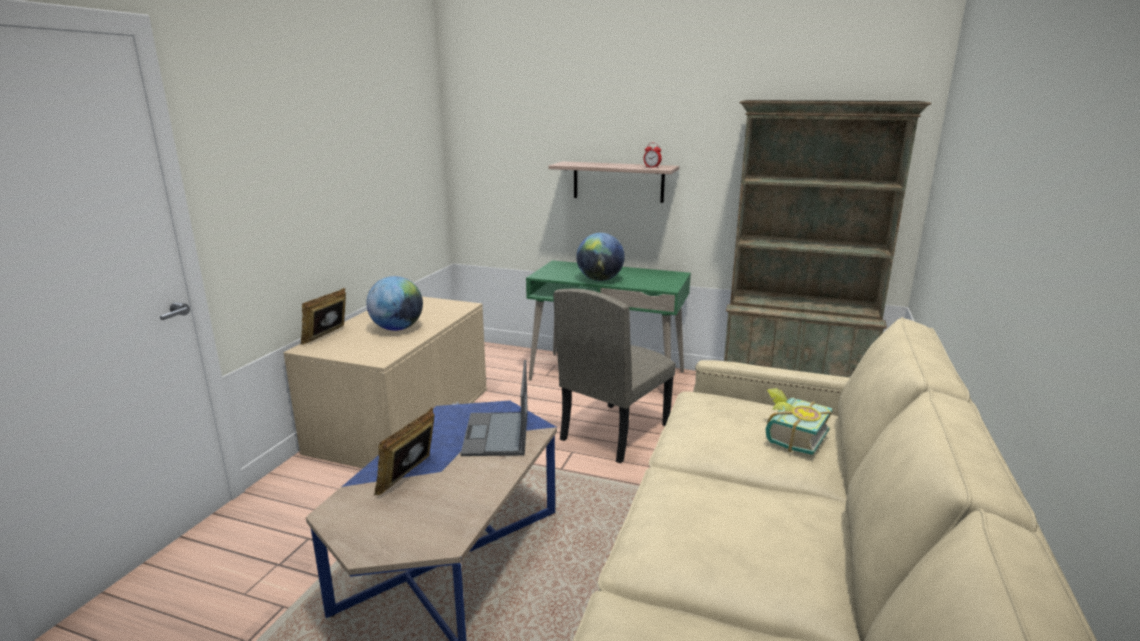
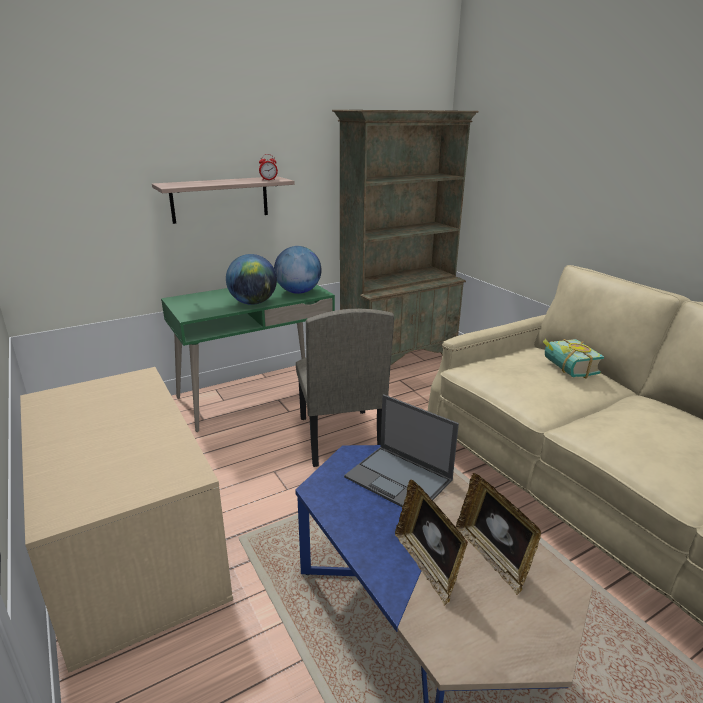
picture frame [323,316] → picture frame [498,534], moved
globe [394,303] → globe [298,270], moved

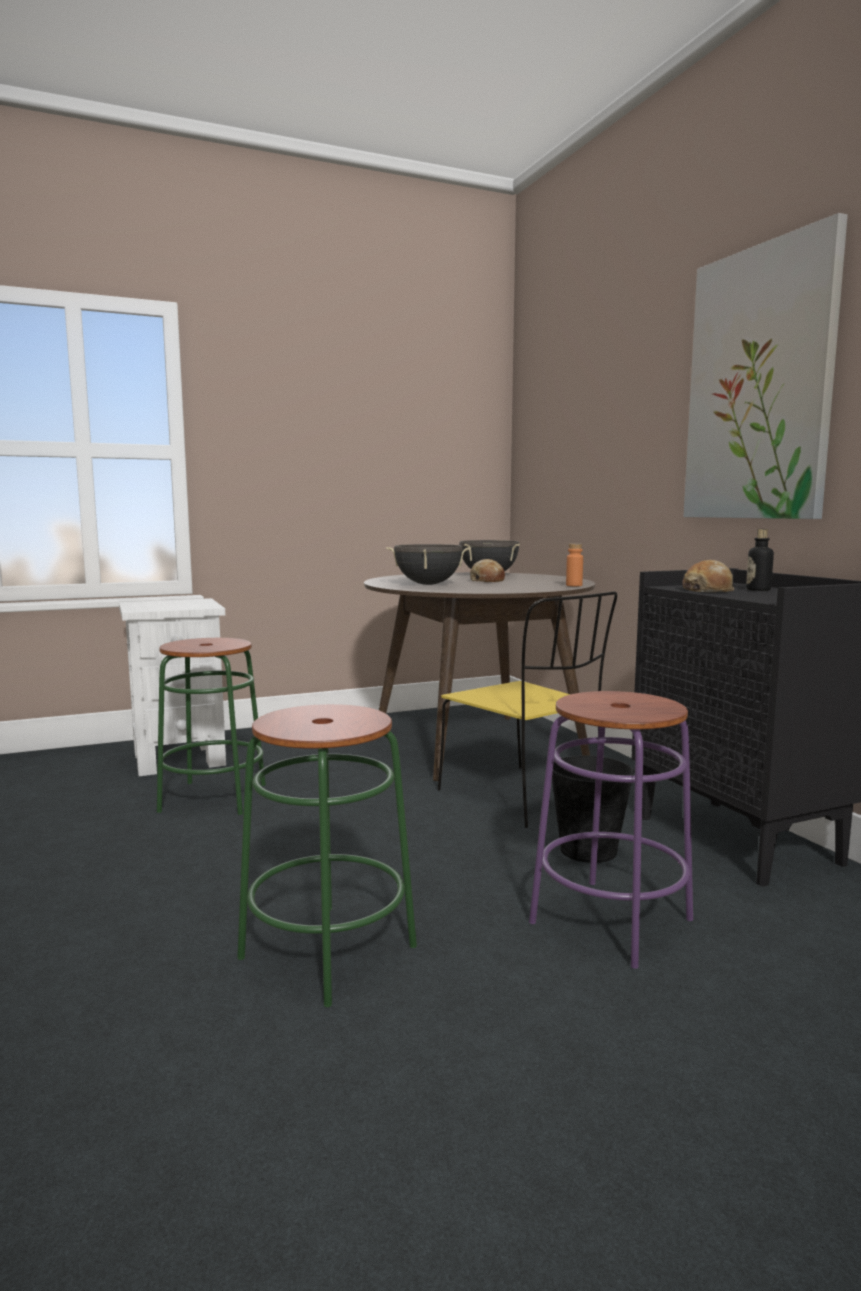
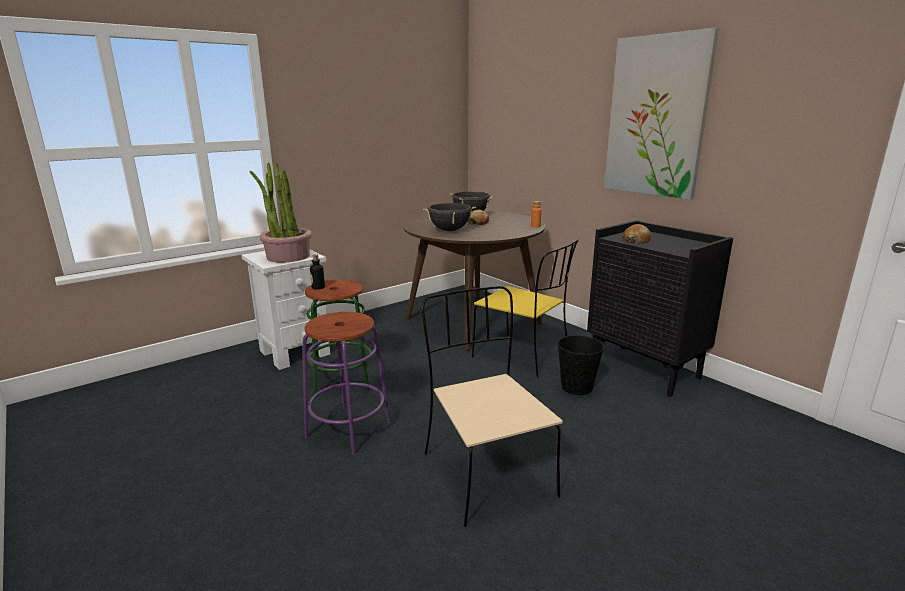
- → potted plant [281,212]
purple stool [611,830] → purple stool [347,383], moved
bottle [760,560] → bottle [317,272], moved
green stool [327,855] → beige chair [492,406]

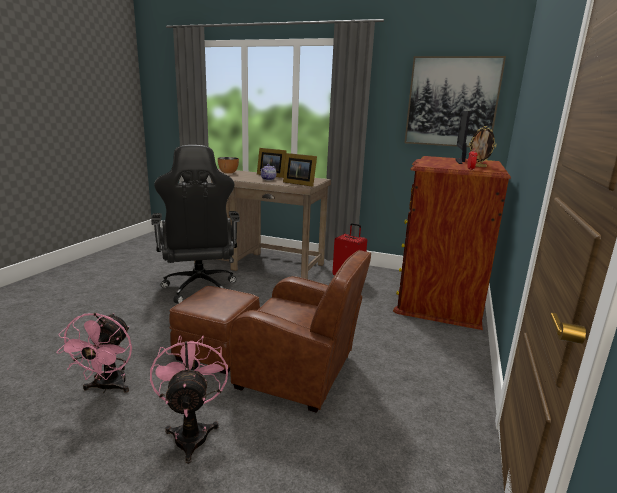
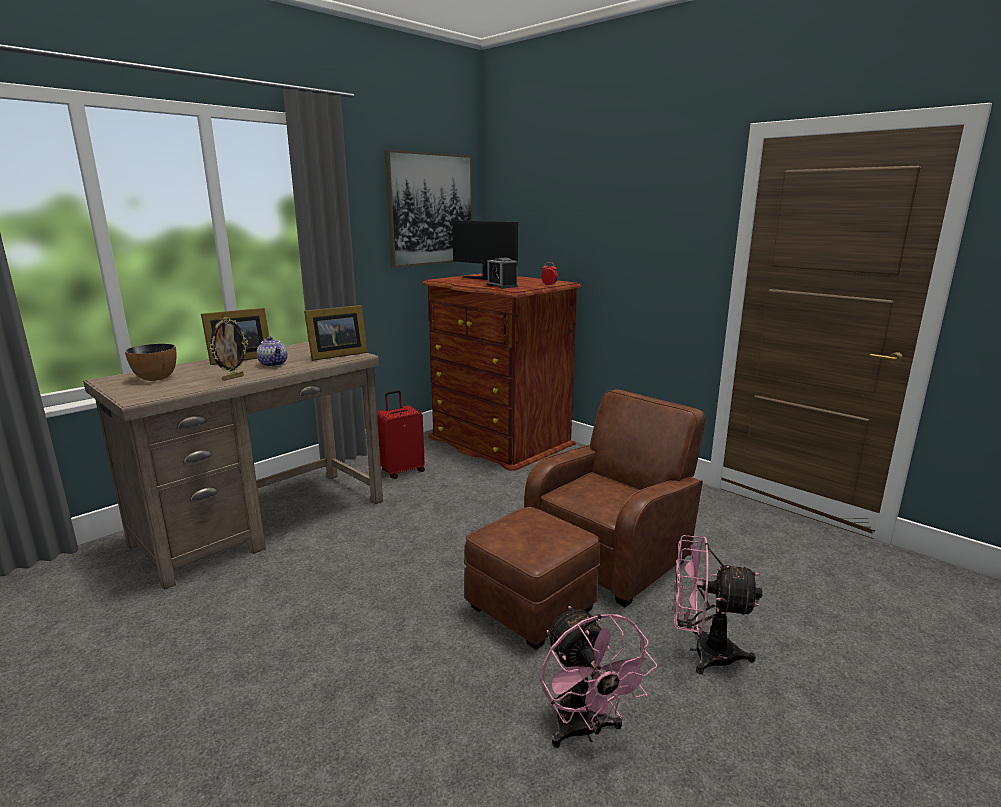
black office chair [195,224] → -
- → alarm clock [502,273]
picture frame [482,146] → picture frame [229,349], moved
pink fan [94,353] → pink fan [599,677], 45 degrees clockwise

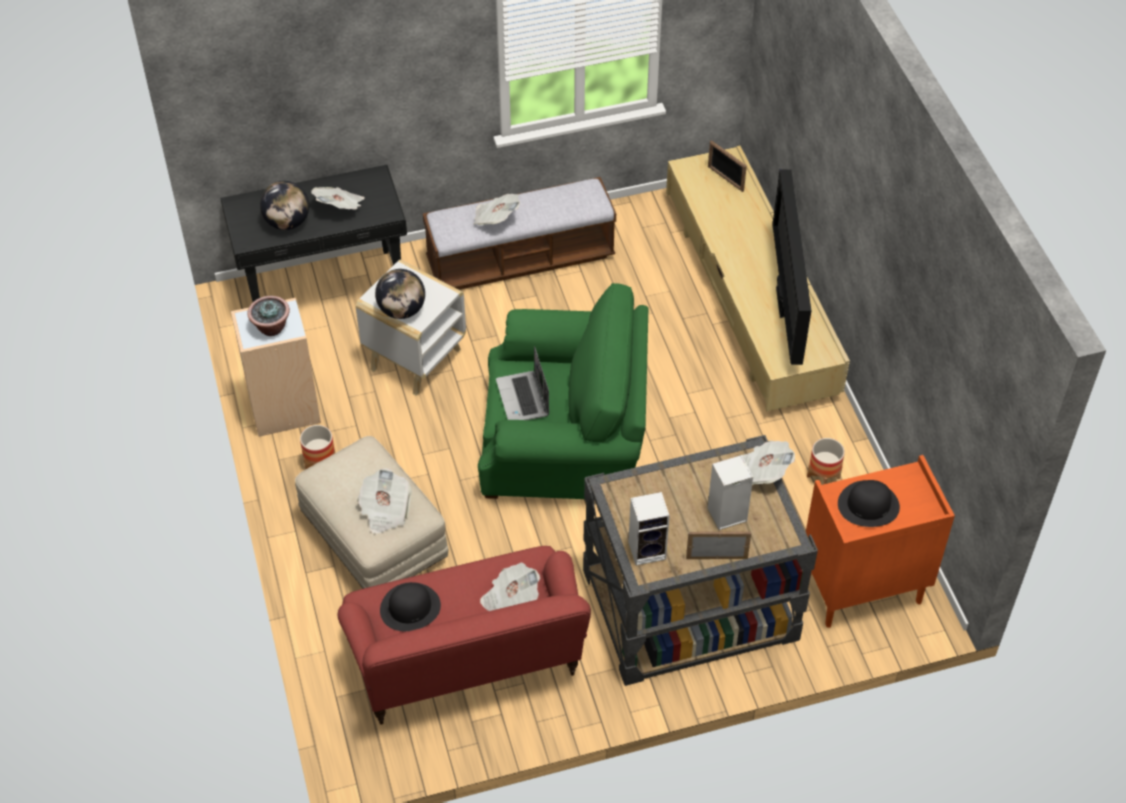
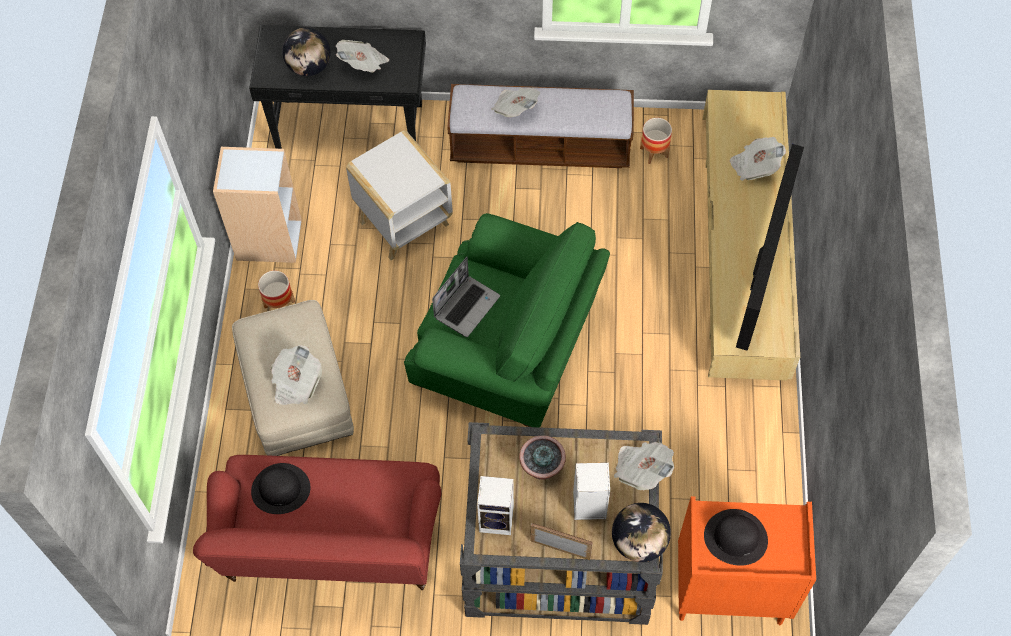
picture frame [727,166] → -
potted plant [268,316] → potted plant [542,458], moved
globe [400,294] → globe [641,532], moved
newspaper [510,587] → newspaper [758,159], moved
planter [826,461] → planter [656,141], moved
laptop [522,383] → laptop [466,297], 150 degrees counterclockwise

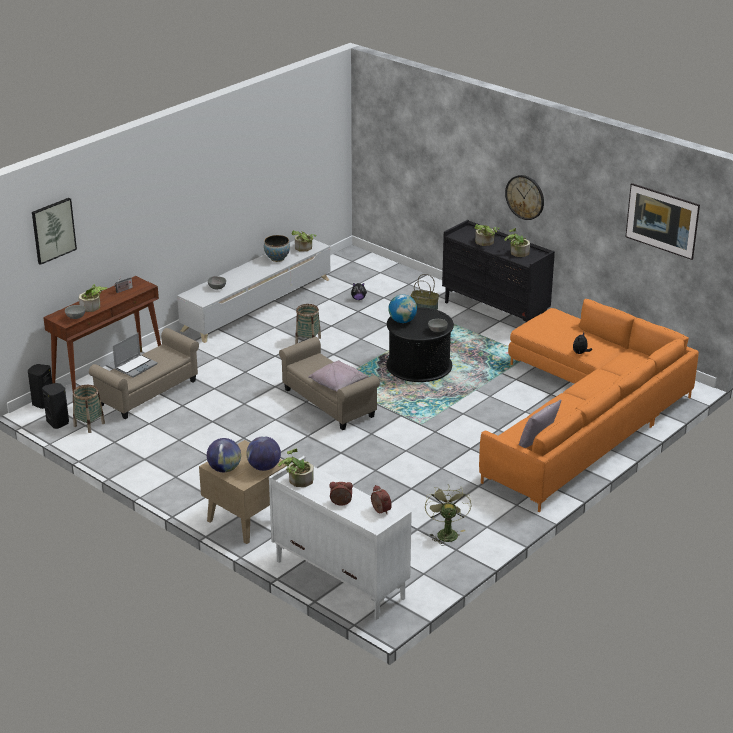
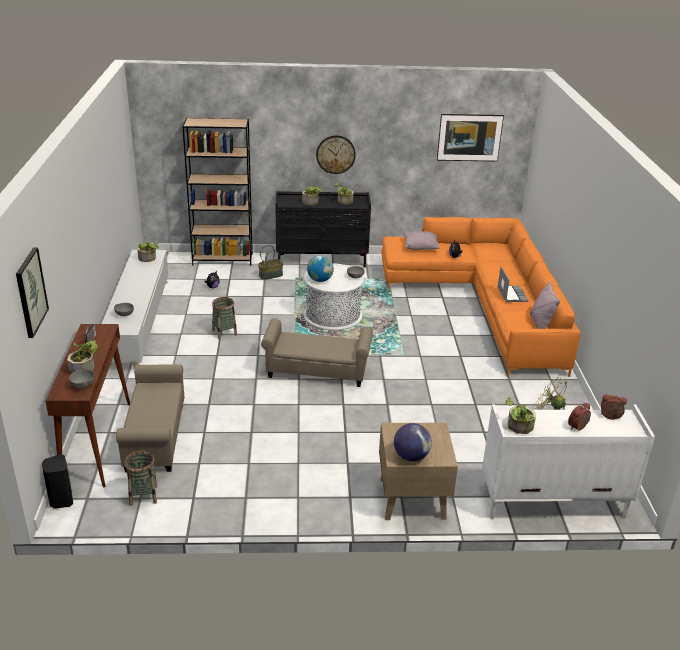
black speaker [55,406] → -
globe [263,453] → -
bowl [277,248] → -
- → beige bookcase [217,192]
laptop [135,355] → laptop [512,284], moved
purple pillow [338,376] → purple pillow [421,240], moved
black coffee table [420,344] → white coffee table [333,297]

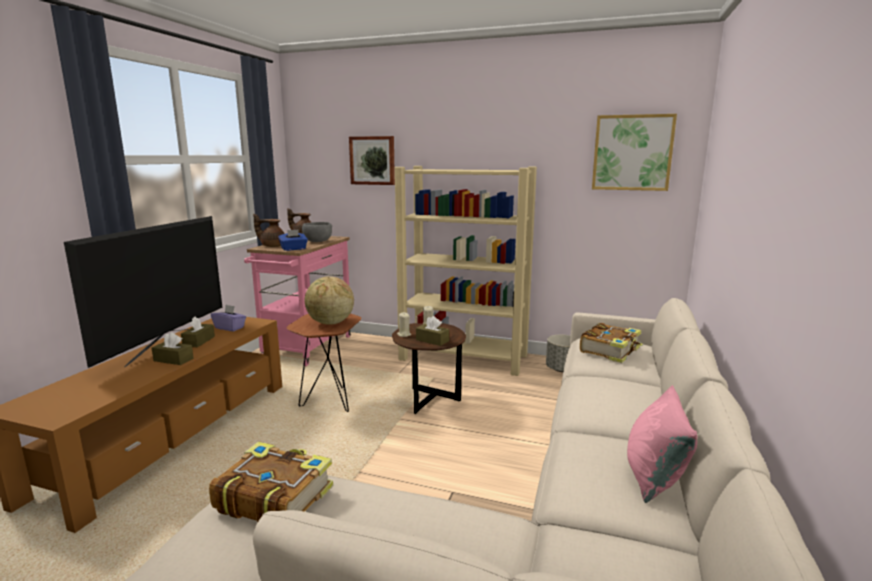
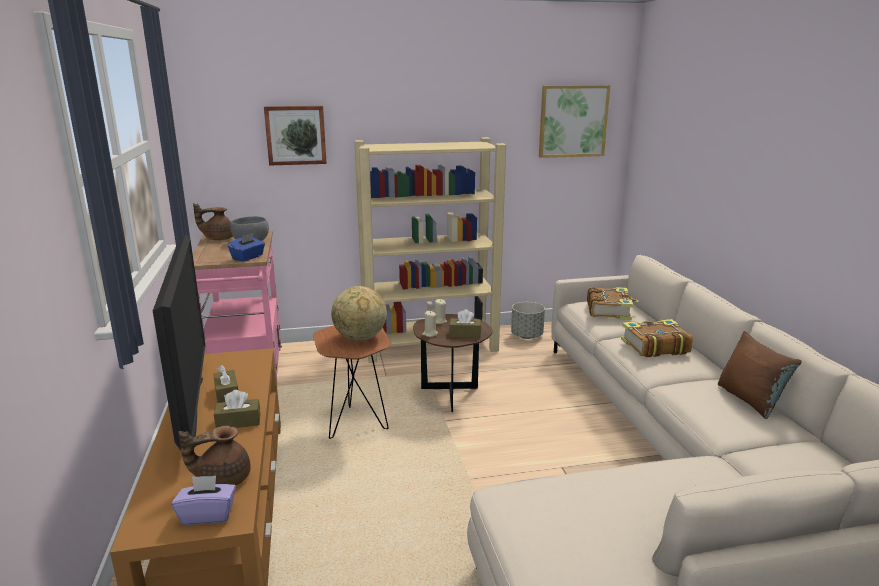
book [271,482] → book [657,338], moved
purple tissue box [228,318] → purple tissue box [203,500], moved
brown teapot [269,230] → brown teapot [215,455], moved
pink pillow [662,444] → brown pillow [760,375]

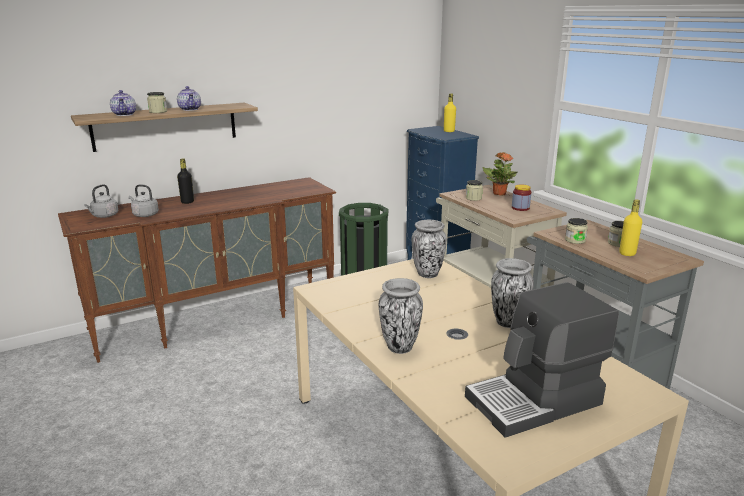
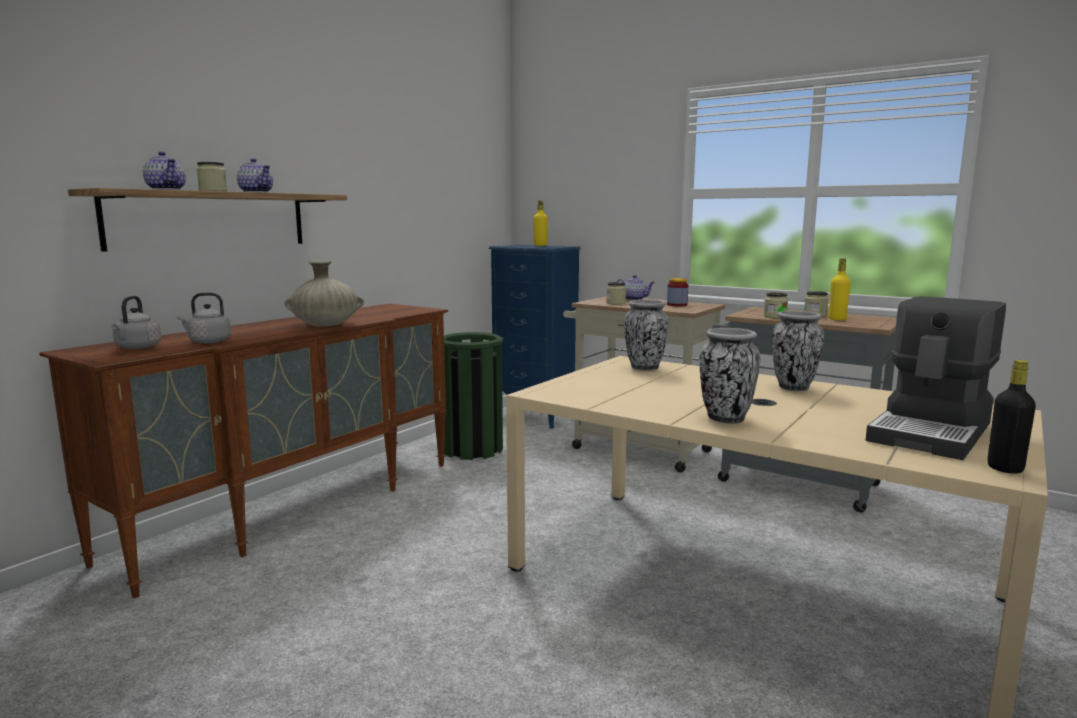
- → beige vase [324,293]
black bottle [185,181] → black bottle [1011,417], moved
potted plant [500,174] → teapot [635,287]

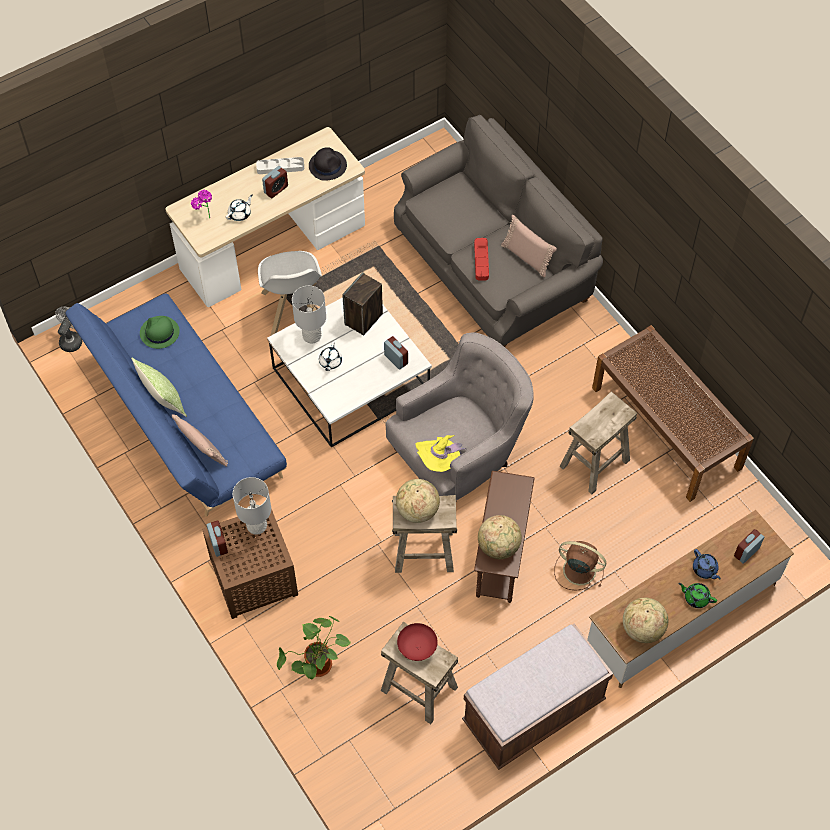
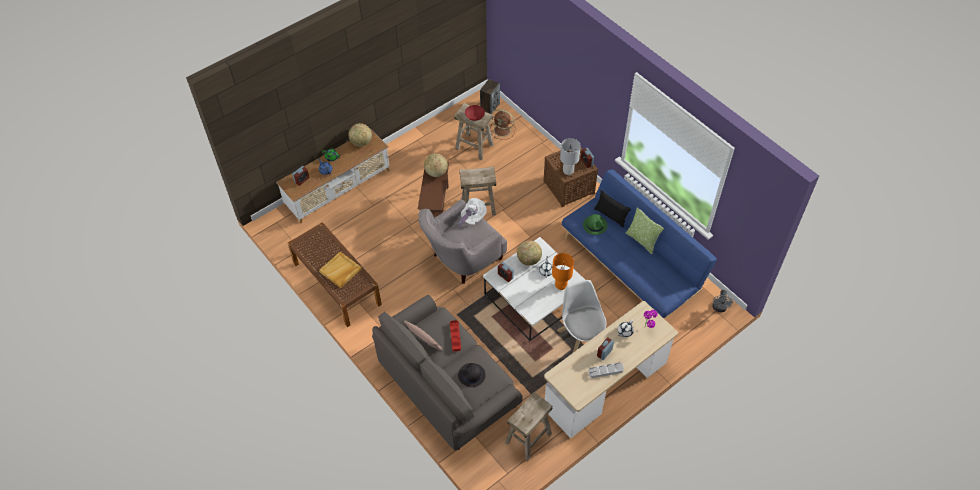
potted plant [314,648] → -
brown bench [537,697] → -
- → beige tray [340,270]
green hat [160,332] → green hat [595,224], moved
black hat [328,164] → black hat [471,375], moved
speaker [362,303] → speaker [490,96], moved
globe [418,501] → globe [529,253], moved
brown fan [580,566] → brown fan [502,124], moved
beige stool [598,443] → beige stool [528,426], moved
beige pillow [200,440] → black pillow [612,208]
grey table lamp [309,315] → orange table lamp [563,271]
yellow hat [441,453] → white hat [472,213]

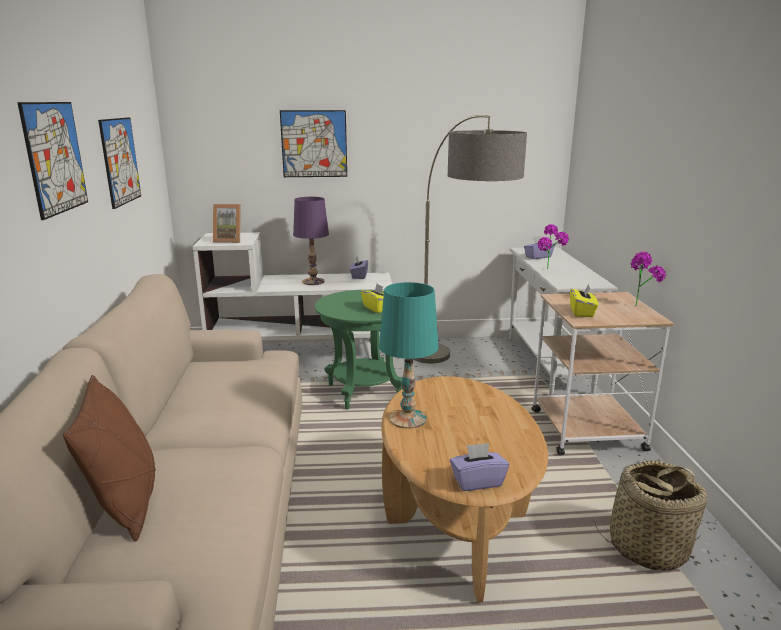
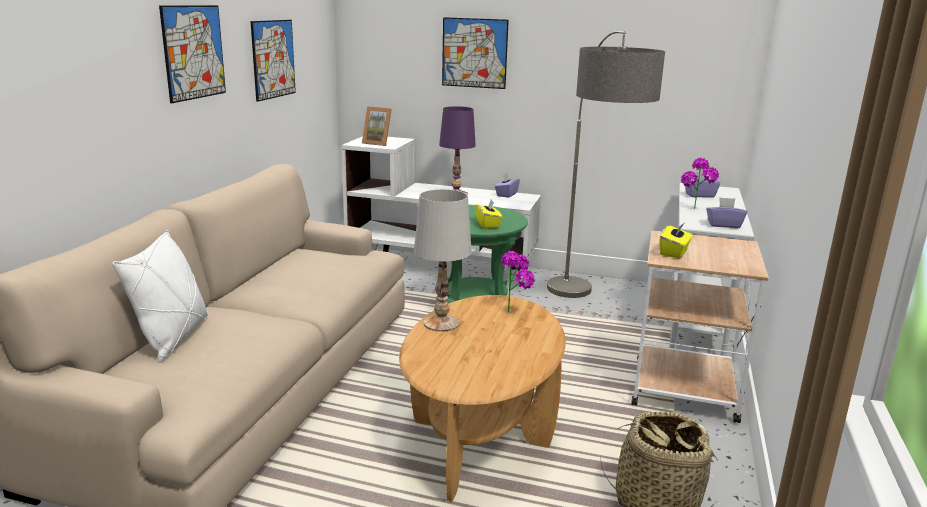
purple tissue box [479,467] → purple tissue box [726,212], moved
potted plant [648,279] → potted plant [518,281], moved
brown pillow [109,458] → white pillow [160,296]
turquoise table lamp [409,355] → white table lamp [443,260]

